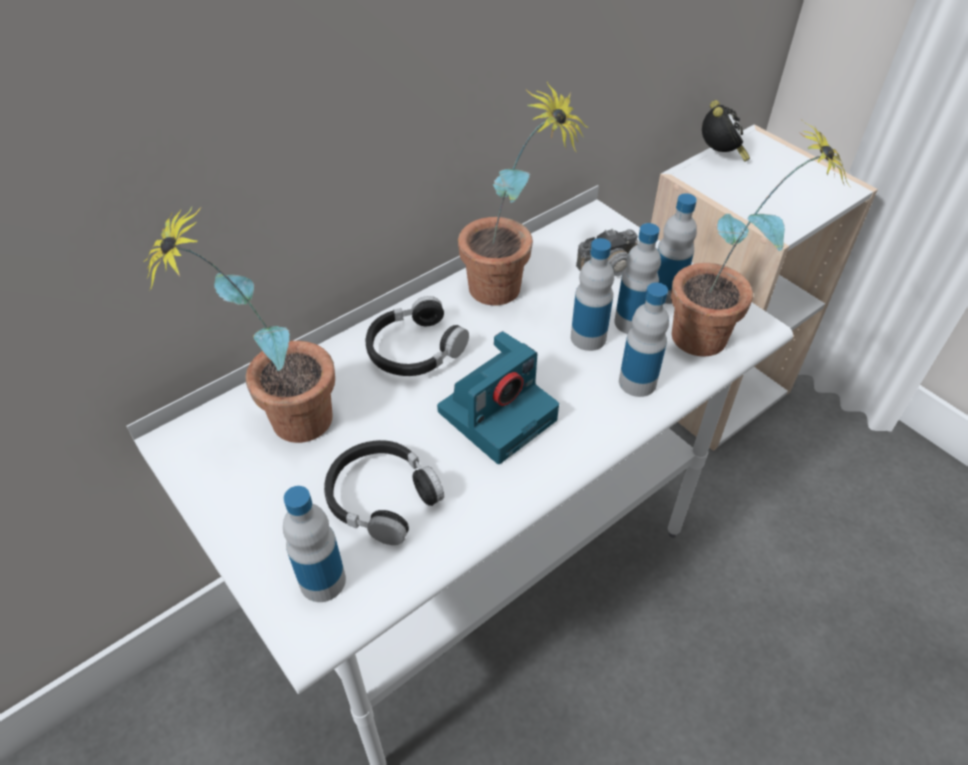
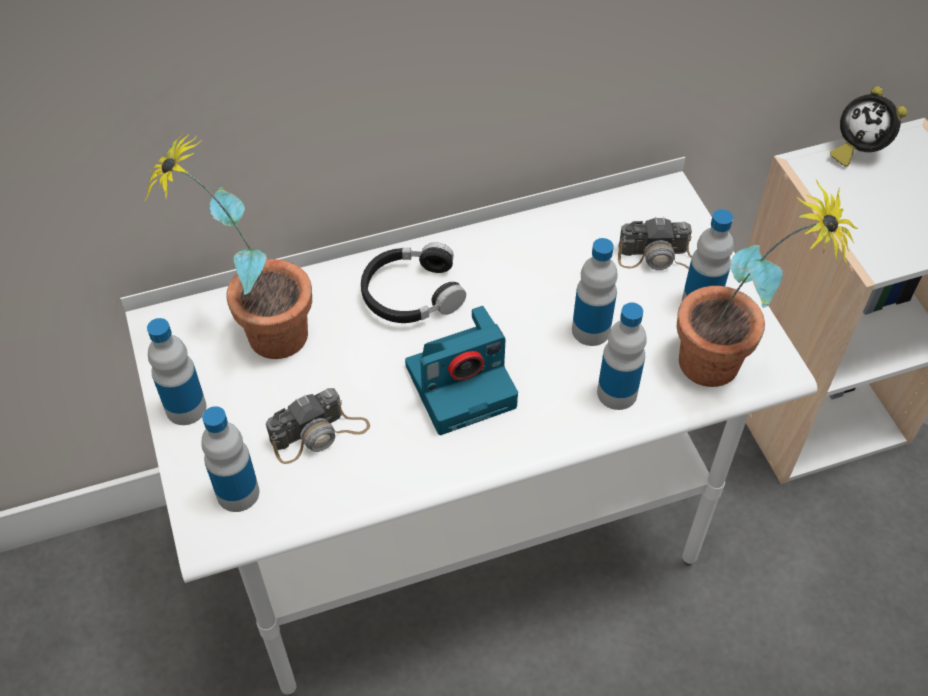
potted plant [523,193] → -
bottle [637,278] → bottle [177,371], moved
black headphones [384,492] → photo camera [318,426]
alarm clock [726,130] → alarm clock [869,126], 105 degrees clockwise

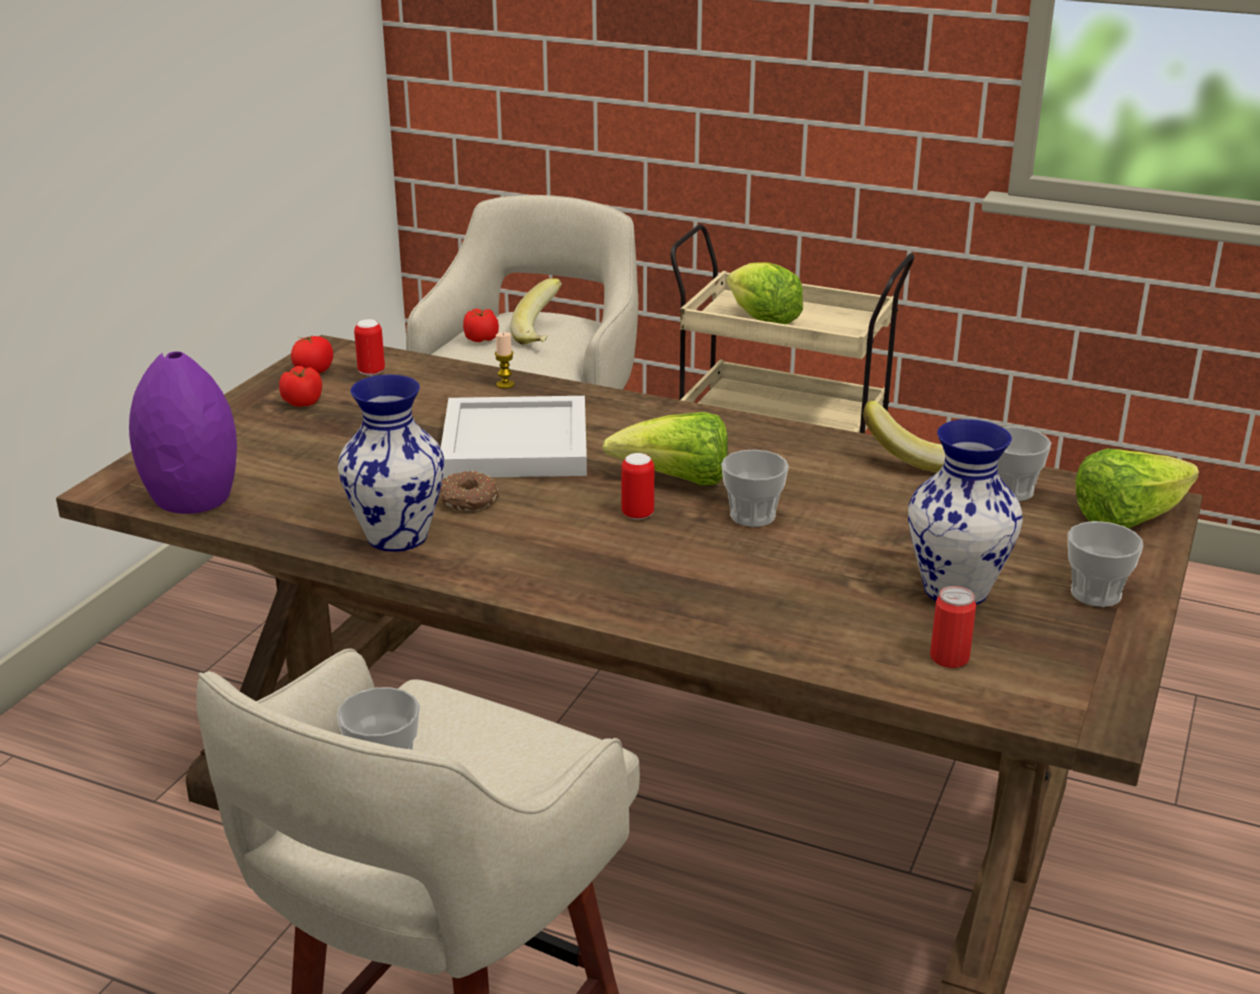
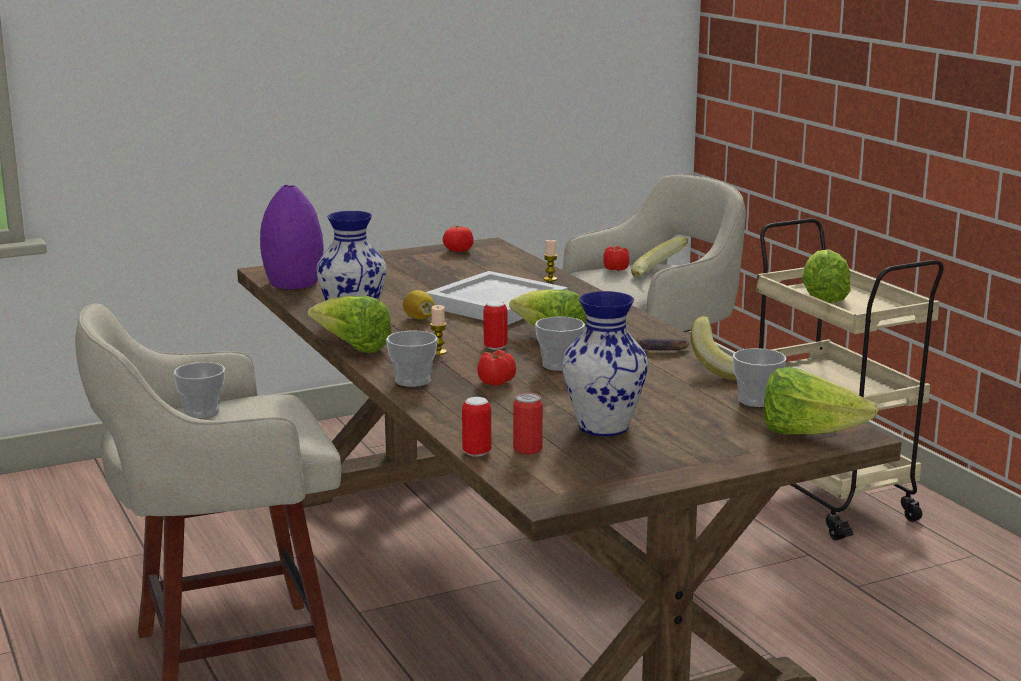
- → lettuce [350,324]
- → candle [438,330]
- → banana [661,343]
tomato [300,386] → tomato [496,368], moved
can [369,347] → can [476,427], moved
cup [1105,564] → cup [412,358], moved
donut [469,491] → lemon [419,304]

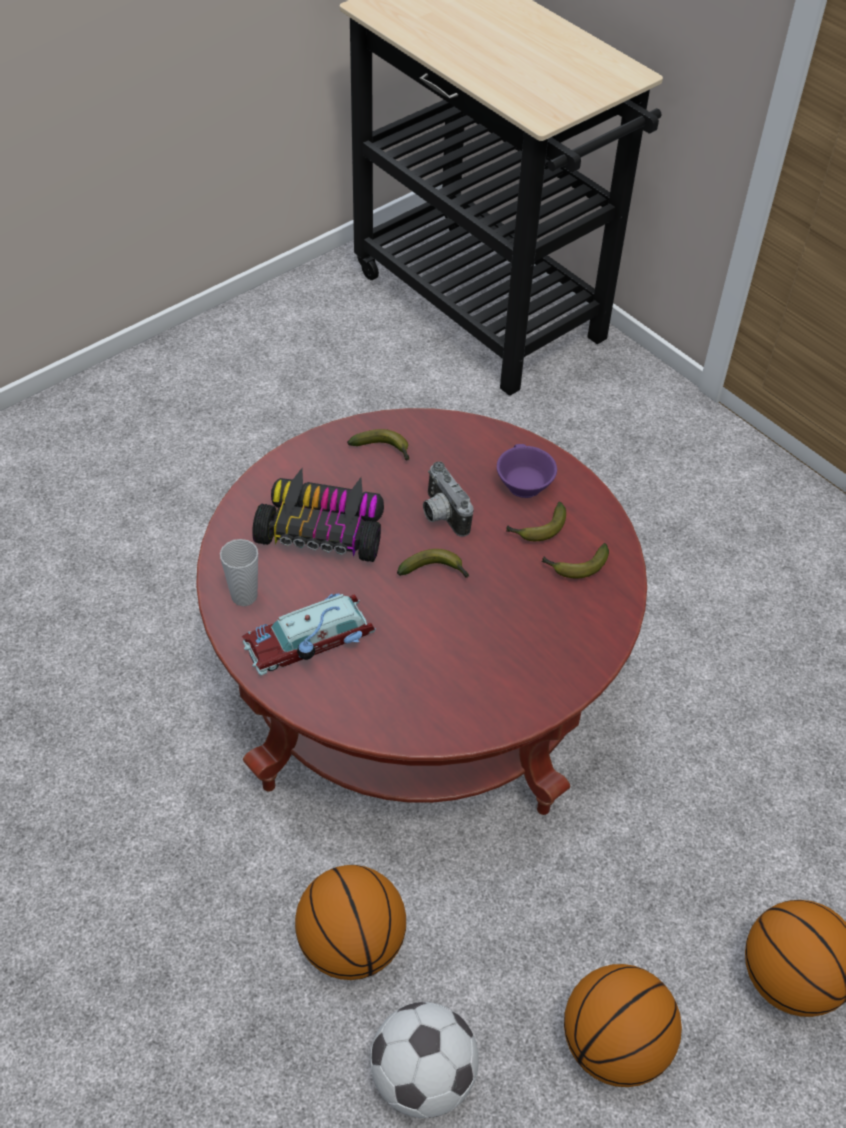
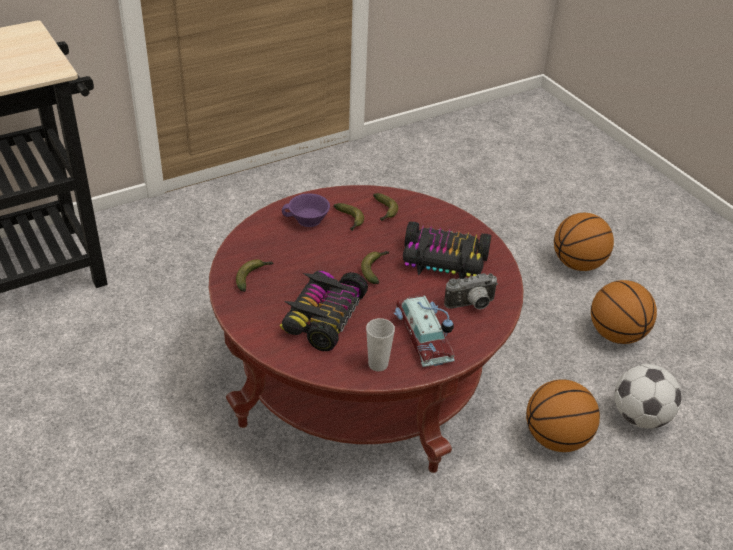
- → toy car [447,250]
photo camera [448,499] → photo camera [471,291], moved

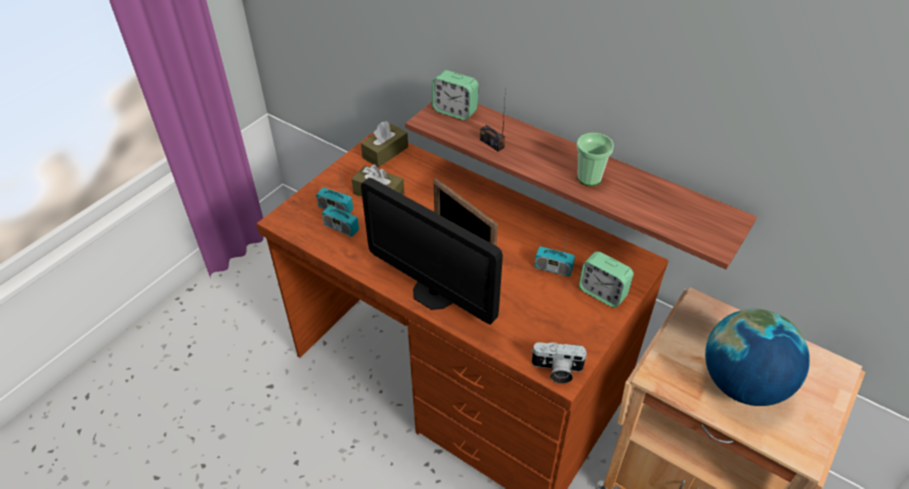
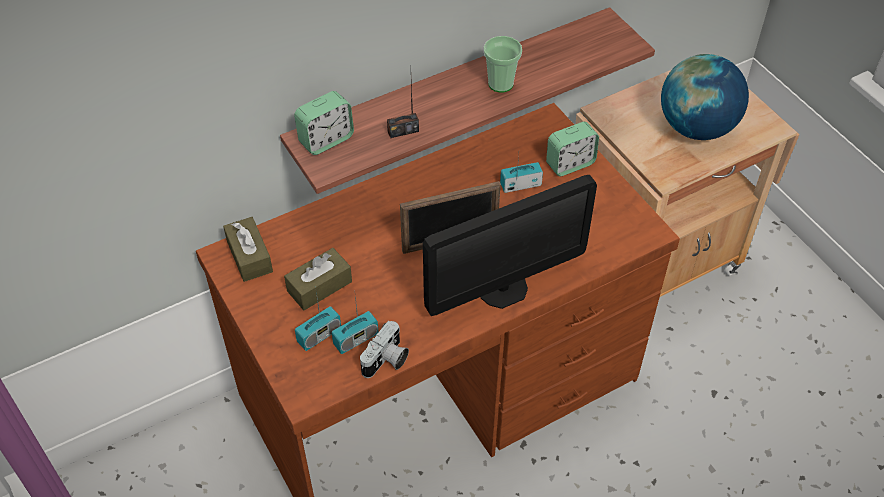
photo camera [559,363] → photo camera [384,349], moved
radio [554,251] → radio [521,174], 150 degrees counterclockwise

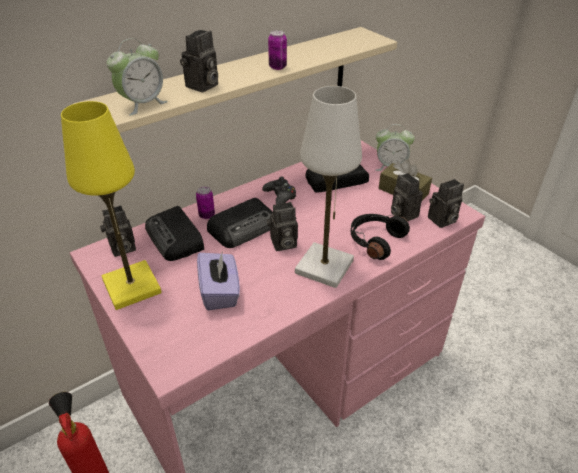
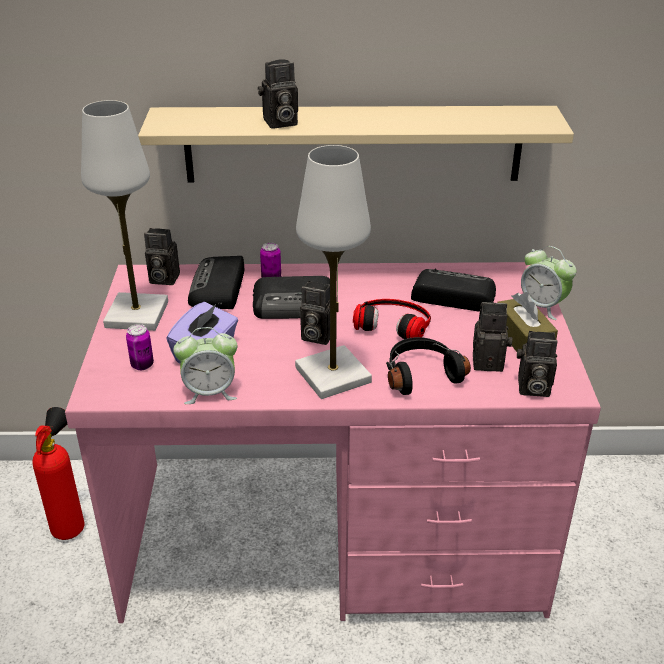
black game controller [279,191] → -
- → headphones [392,319]
alarm clock [137,77] → alarm clock [205,365], moved
can [277,50] → can [140,347], moved
yellow table lamp [111,205] → white table lamp [124,215]
photo camera [407,197] → photo camera [492,337], 90 degrees clockwise

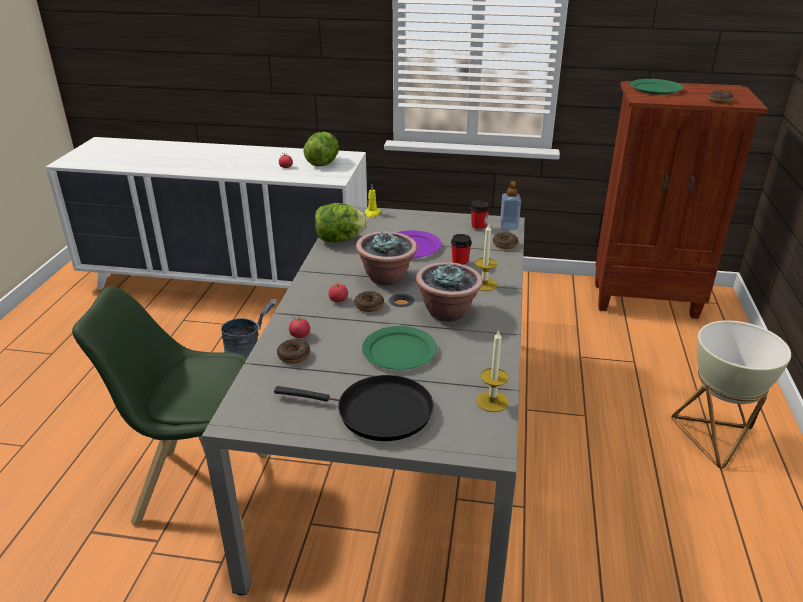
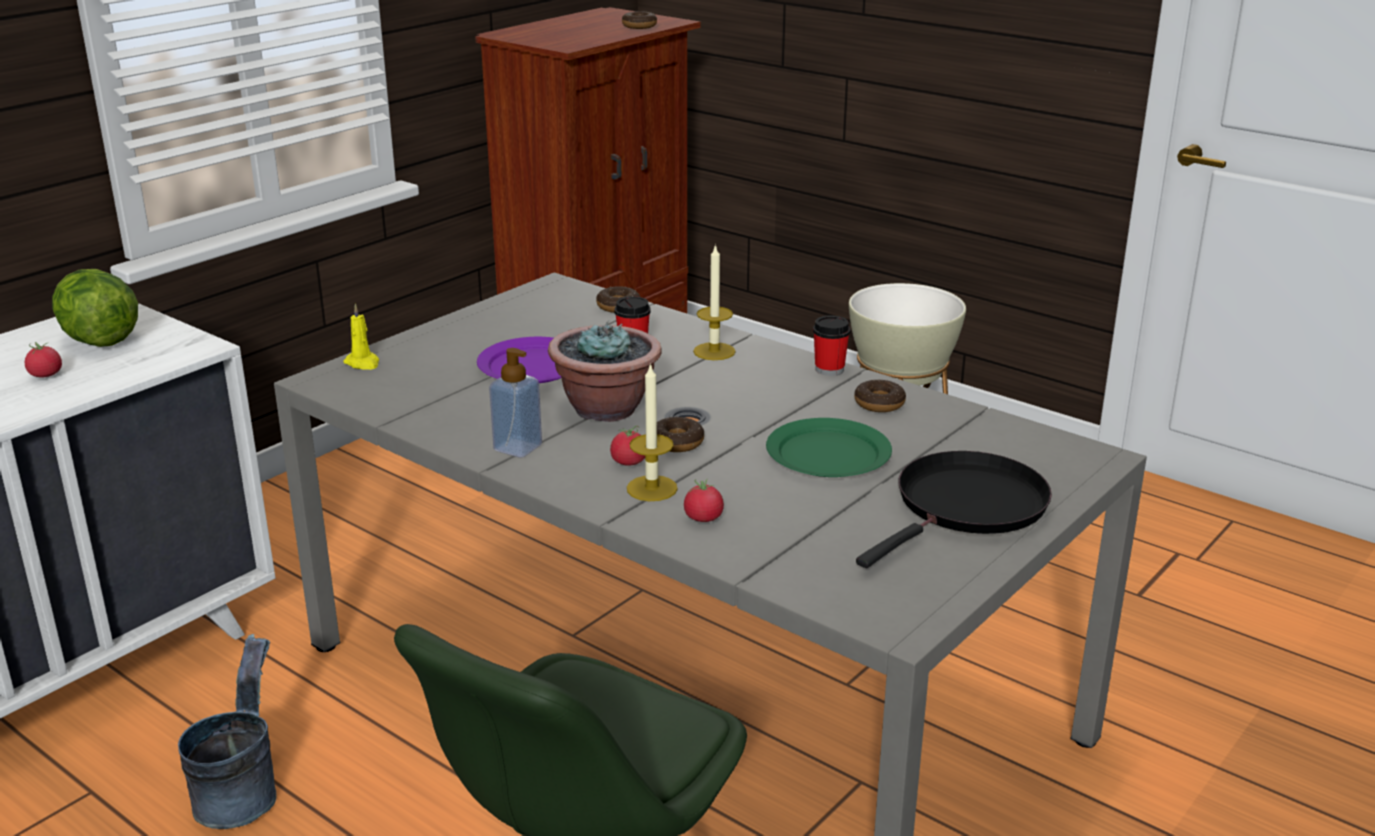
lettuce [341,223] → -
potted plant [449,292] → -
green plate [657,87] → -
donut [293,351] → donut [880,395], moved
cup [480,216] → cup [831,346], moved
candle [492,370] → candle [652,432], moved
soap dispenser [510,205] → soap dispenser [515,403], moved

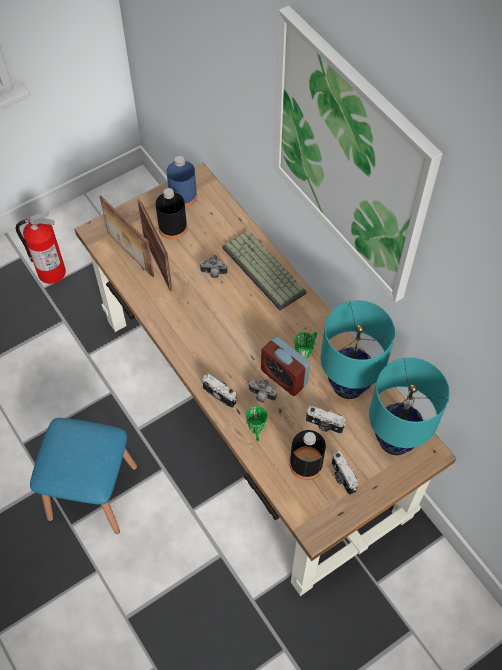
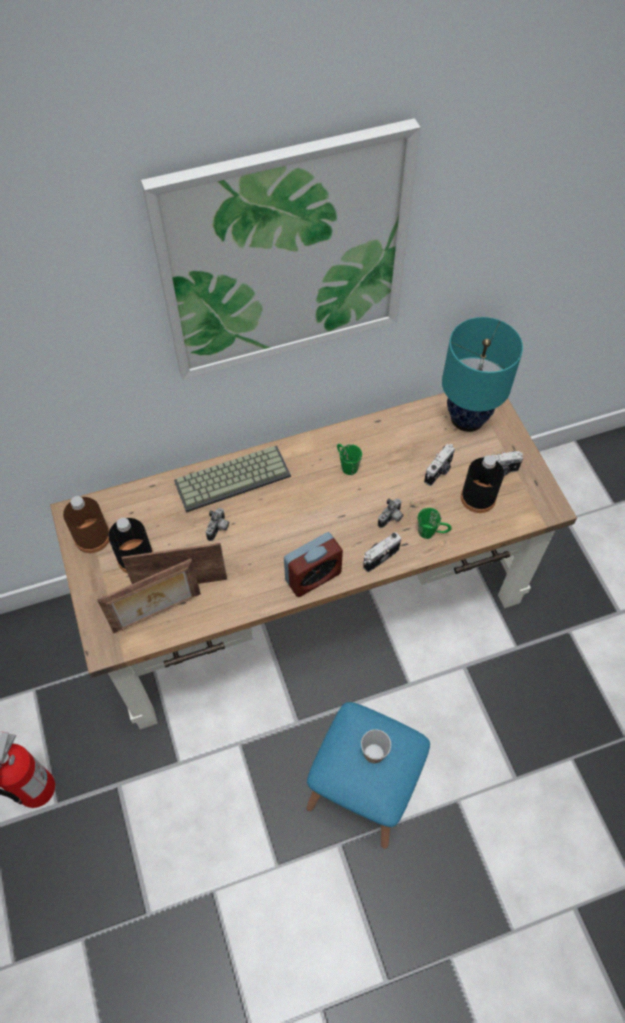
turquoise table lamp [358,349] → -
- → cup [376,746]
alarm clock [285,366] → alarm clock [313,564], moved
blue bottle [181,181] → brown bottle [86,524]

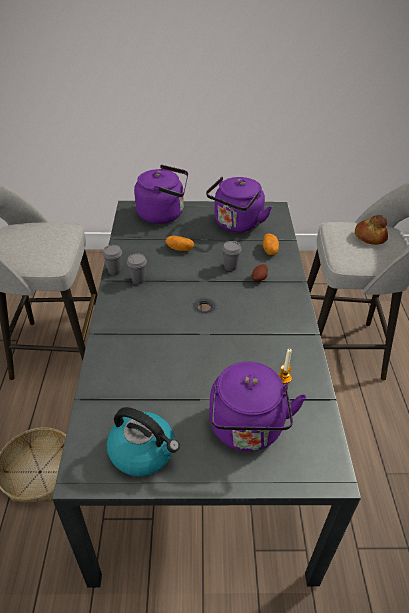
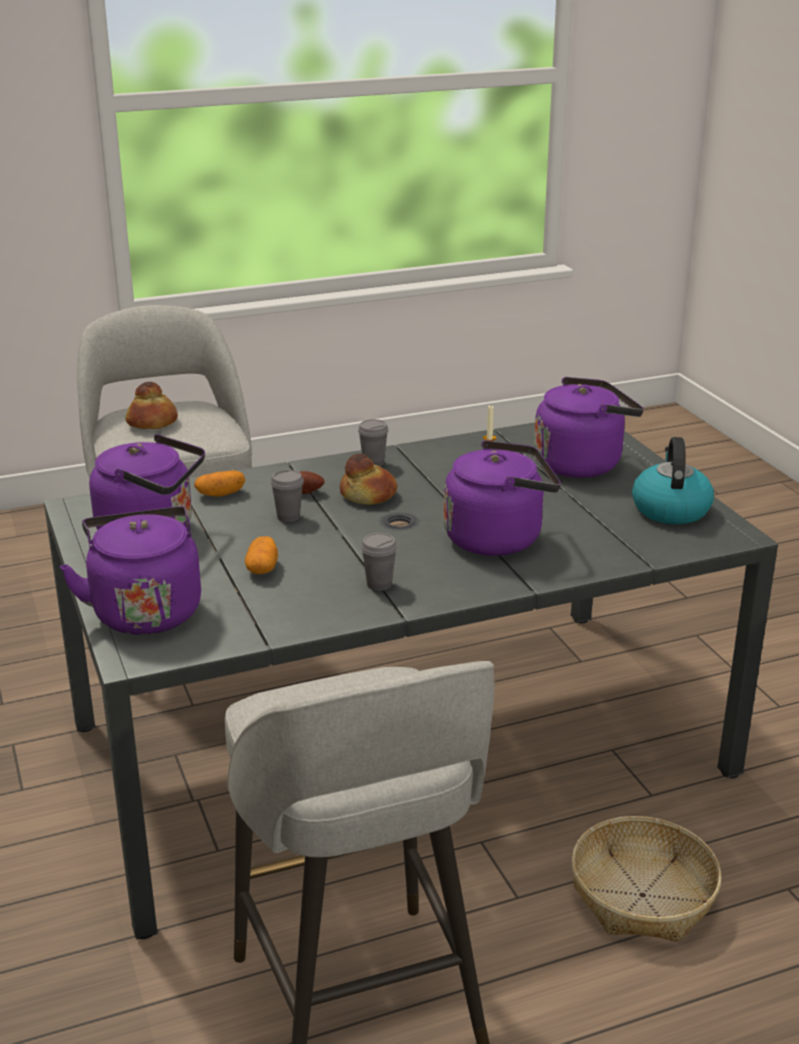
- → bread [368,479]
- → purple kettle [502,498]
grey cup [112,260] → grey cup [373,443], moved

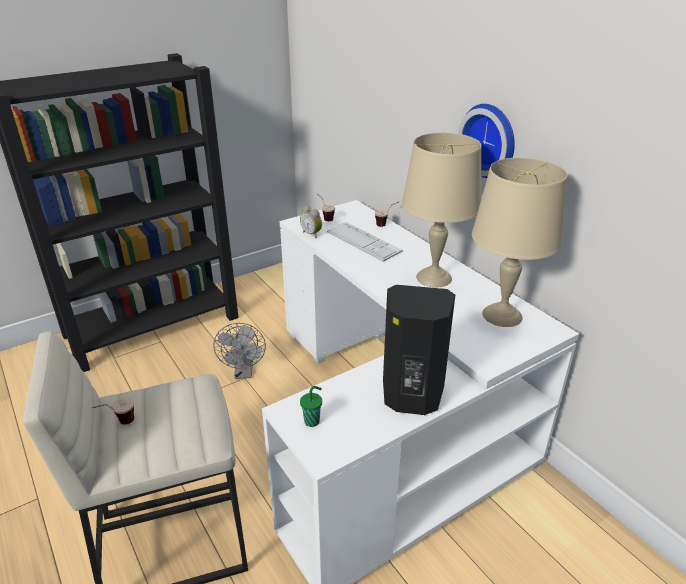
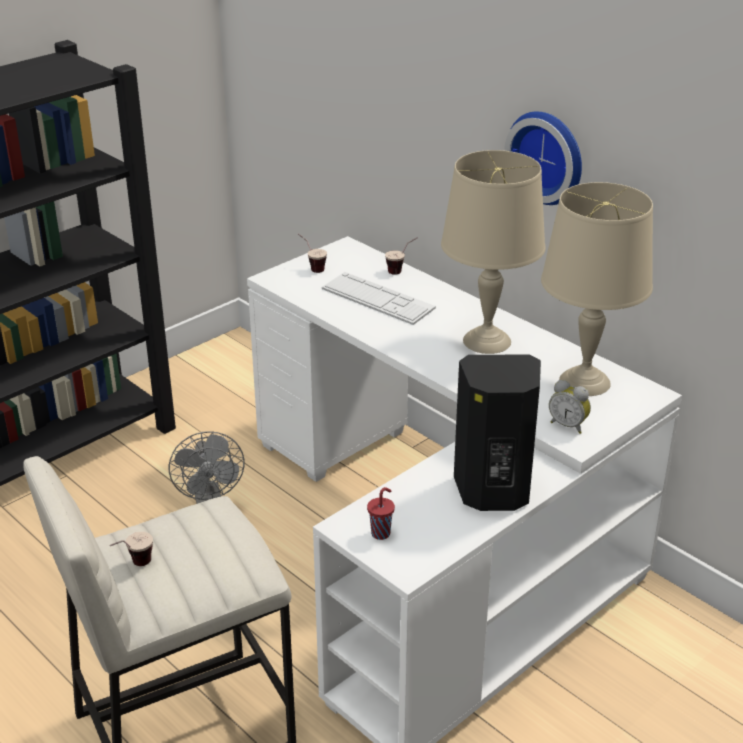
alarm clock [311,221] → alarm clock [570,407], moved
green cup [311,406] → red cup [381,513]

